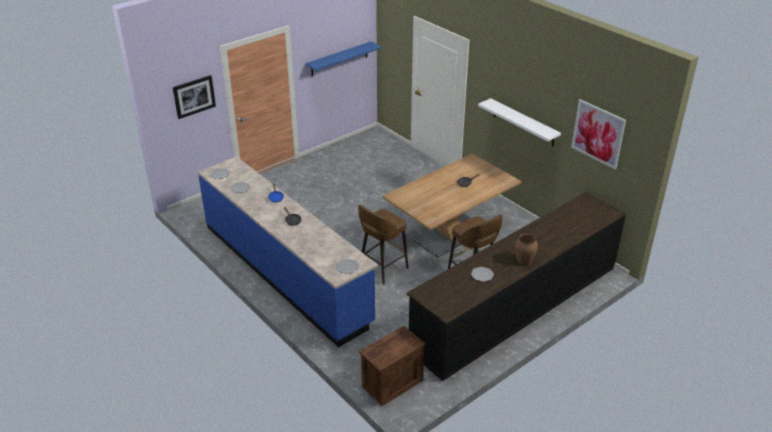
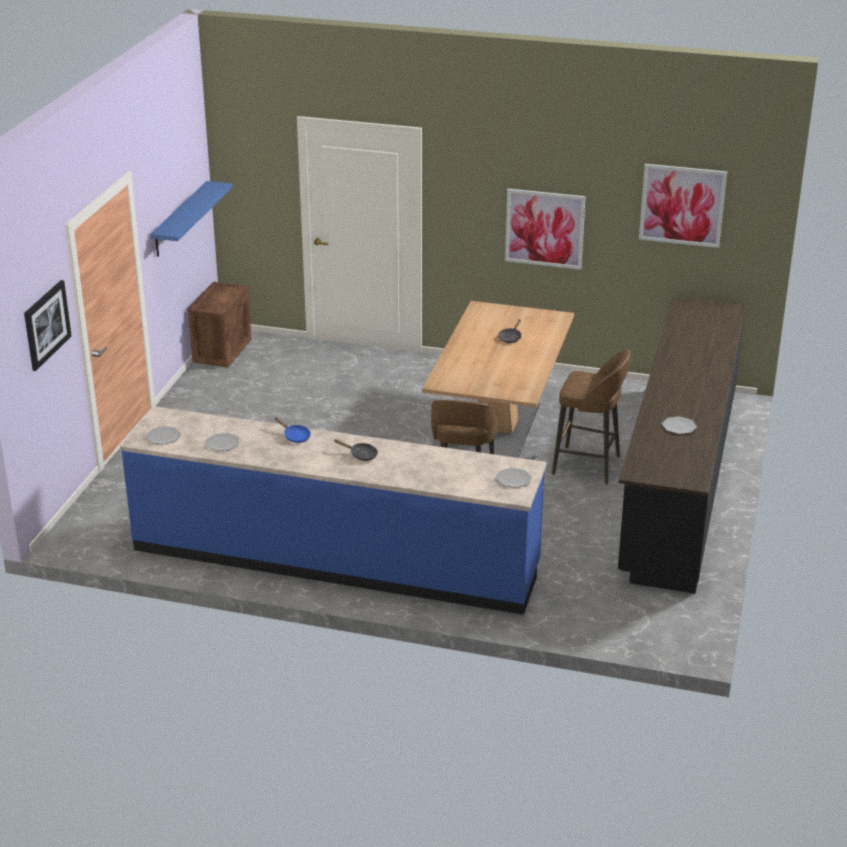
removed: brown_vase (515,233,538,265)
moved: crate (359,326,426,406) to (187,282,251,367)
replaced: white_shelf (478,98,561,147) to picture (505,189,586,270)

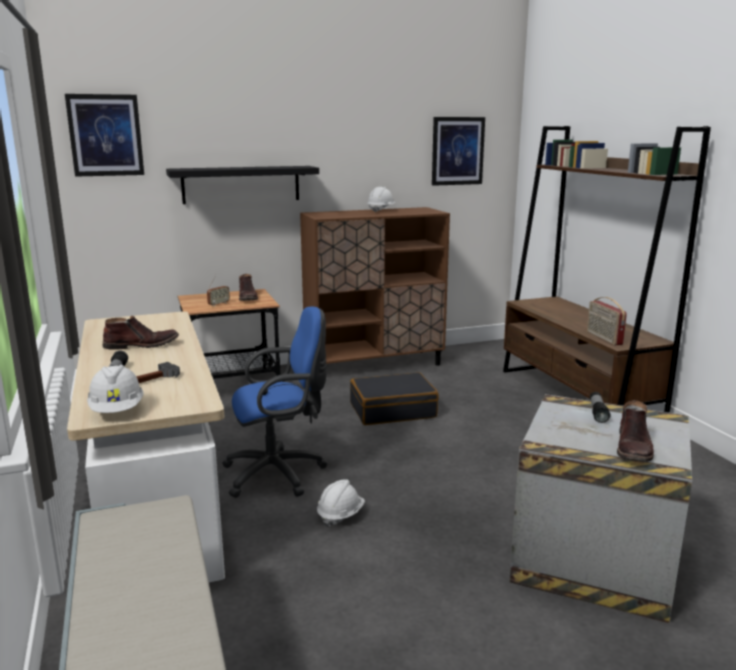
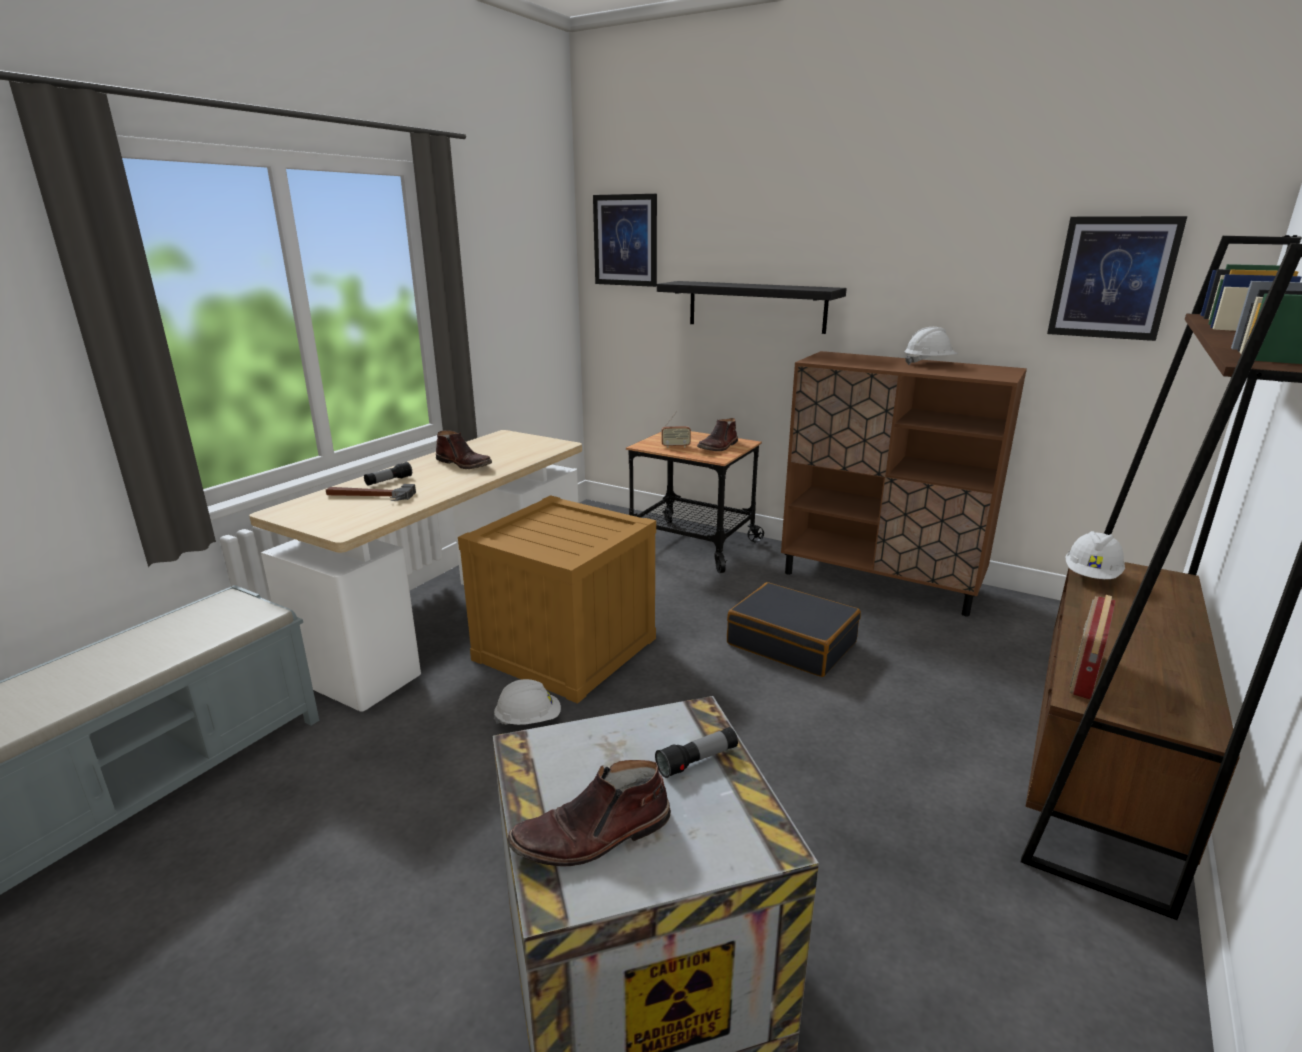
moved: white_hard_hat (87,365,144,413) to (1065,531,1125,579)
replaced: blue_office_chair (222,307,328,498) to crate (458,495,656,704)

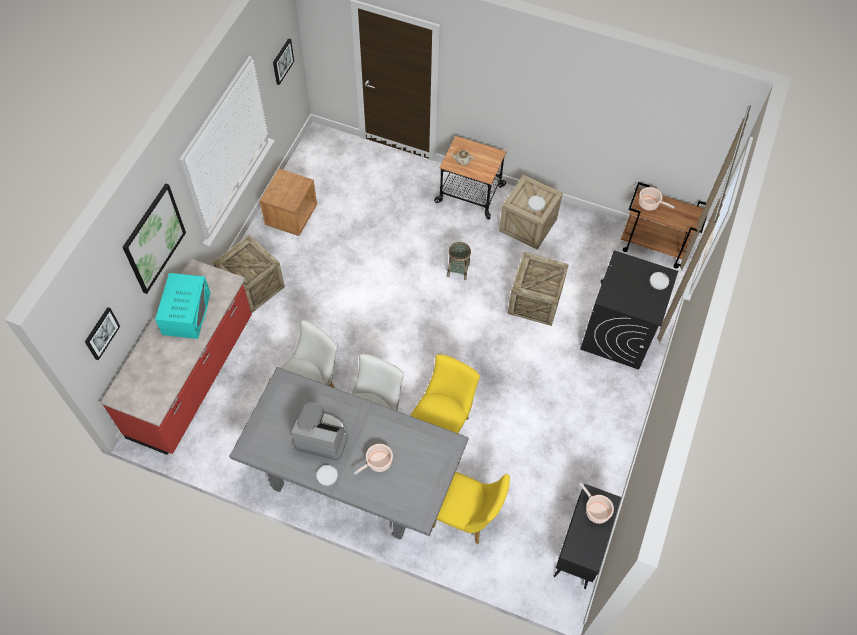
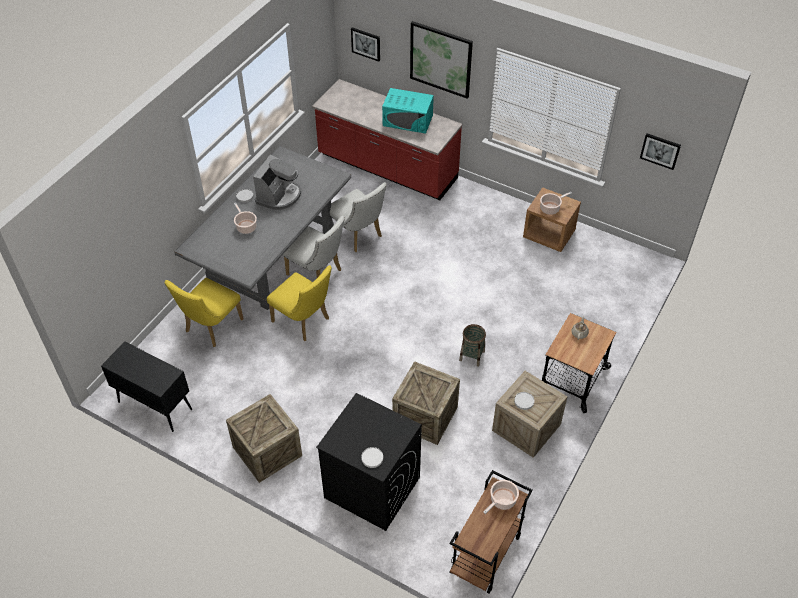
moved: crate (213,235,285,313) to (226,394,302,483); cooking_pot (579,483,614,524) to (540,192,572,215)

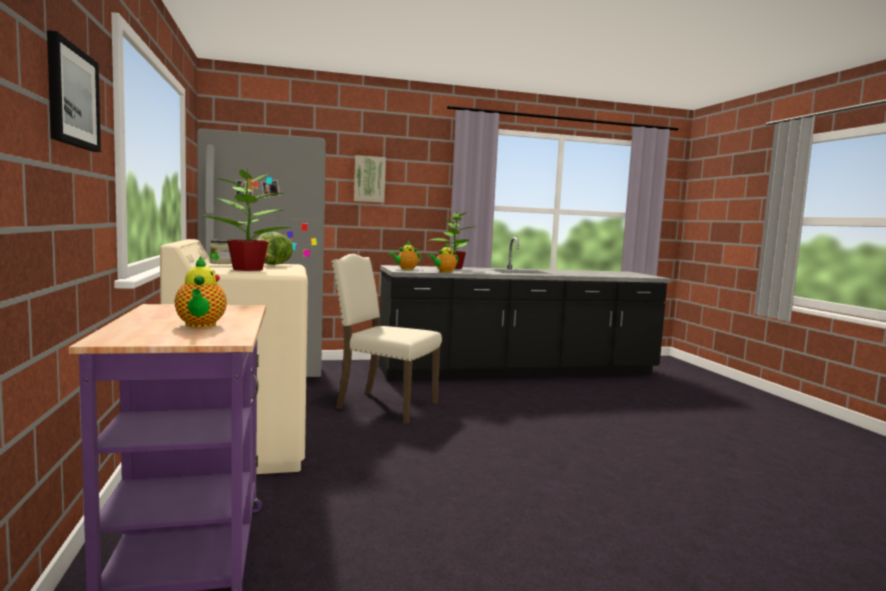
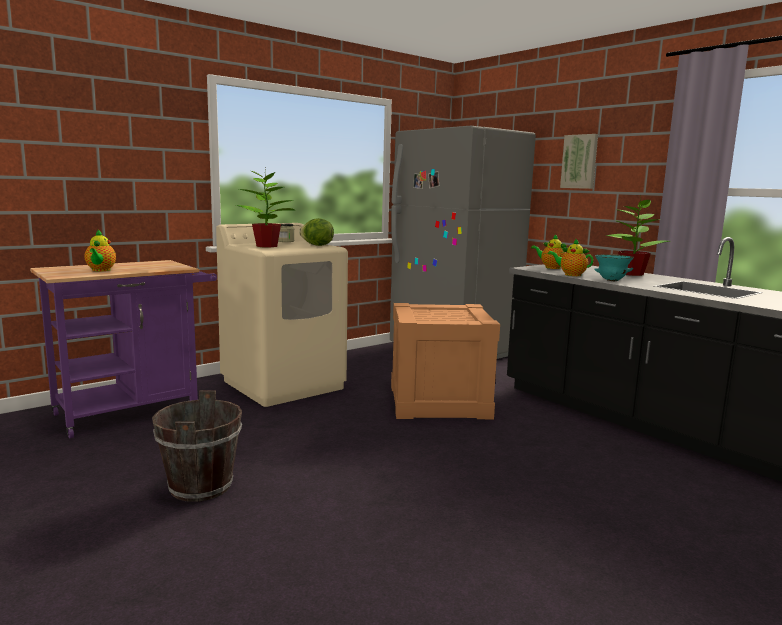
removed: picture (47,30,101,152)
added: brown_bucket (152,390,242,502); turquoise_bowl (594,254,634,281)
replaced: beige_chair (331,254,442,424) to crate (391,303,500,419)
turned: teapot (175,256,227,328) = (85,230,116,271) 60 degrees counterclockwise

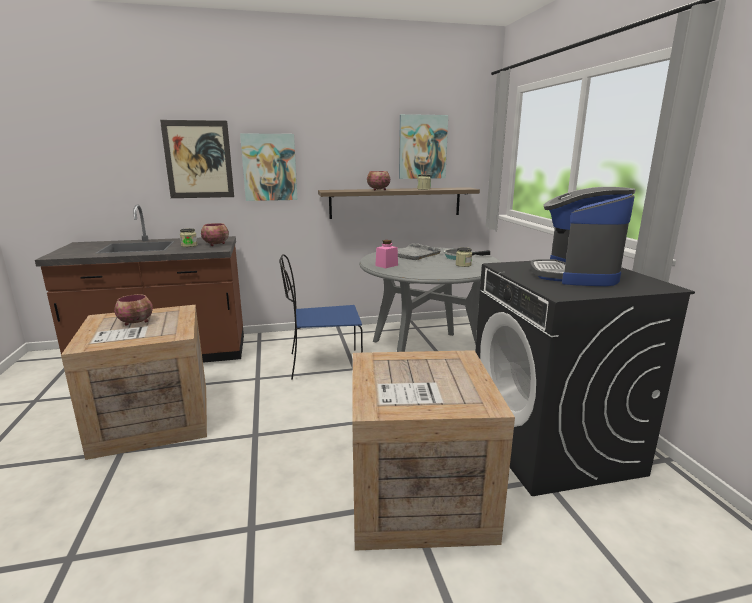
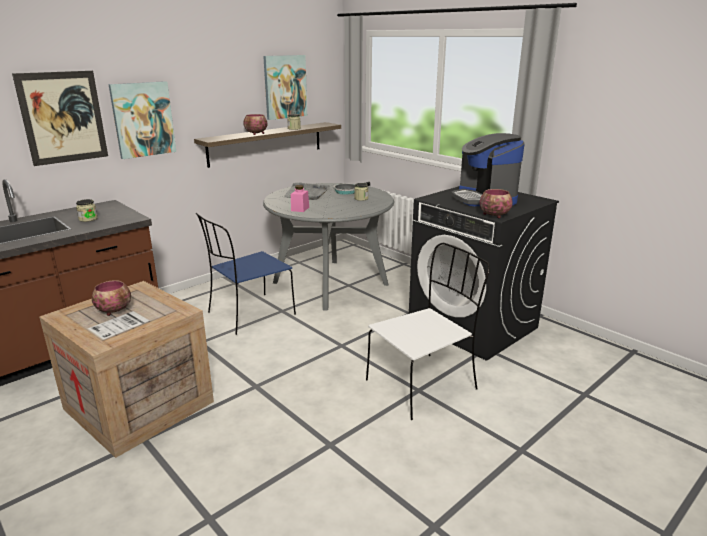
moved: bowl (201,223,229,246) to (479,189,513,218)
replaced: crate (352,350,515,551) to white_chair (366,243,490,420)

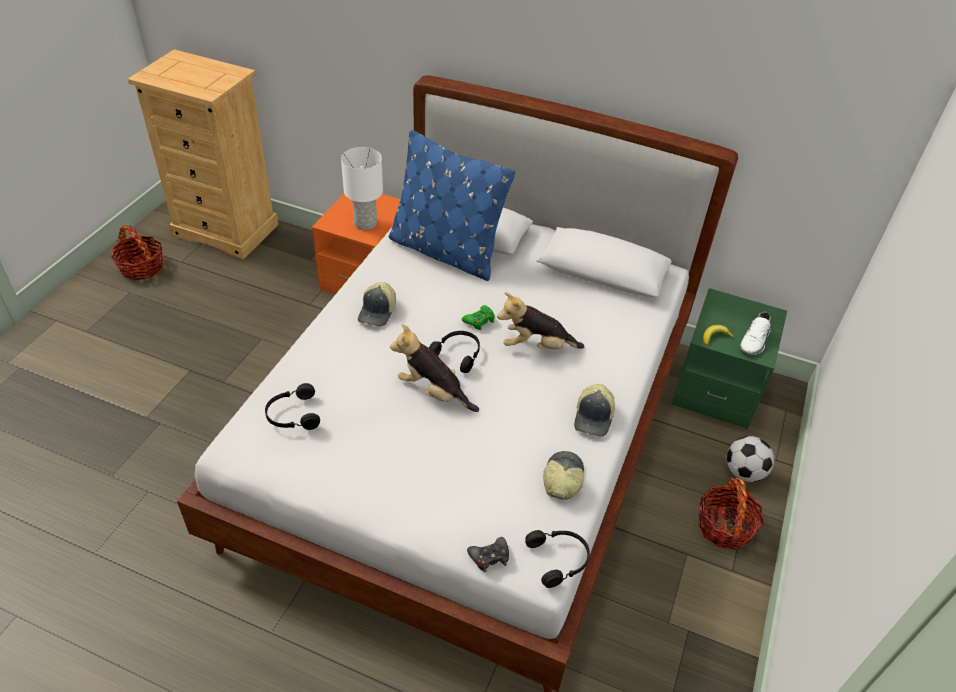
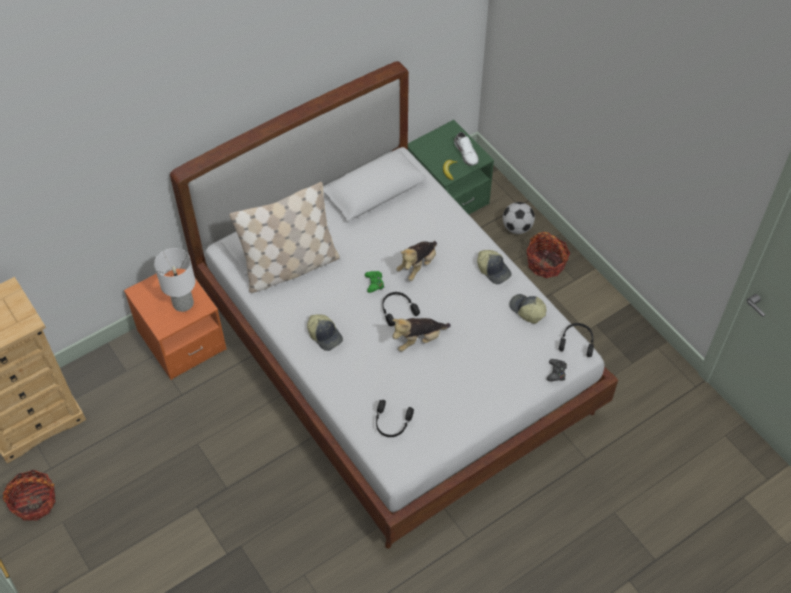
recoloured: blue_pillow (389,130,515,281) to beige_pillow (229,182,340,293)

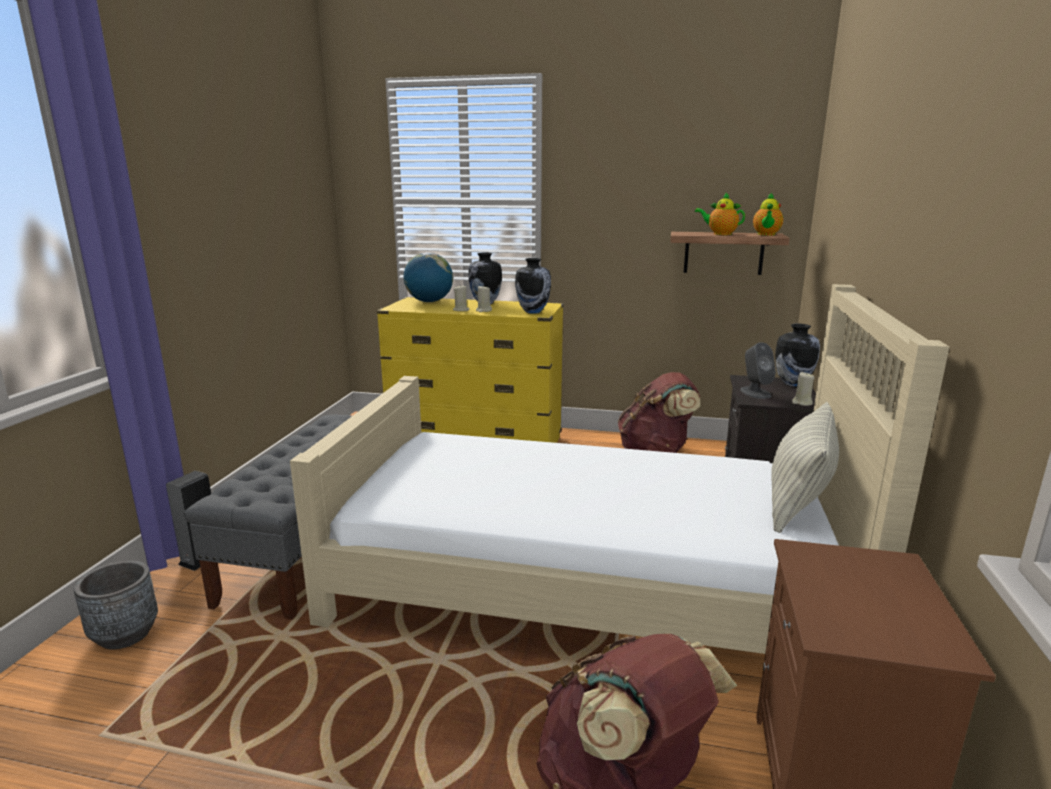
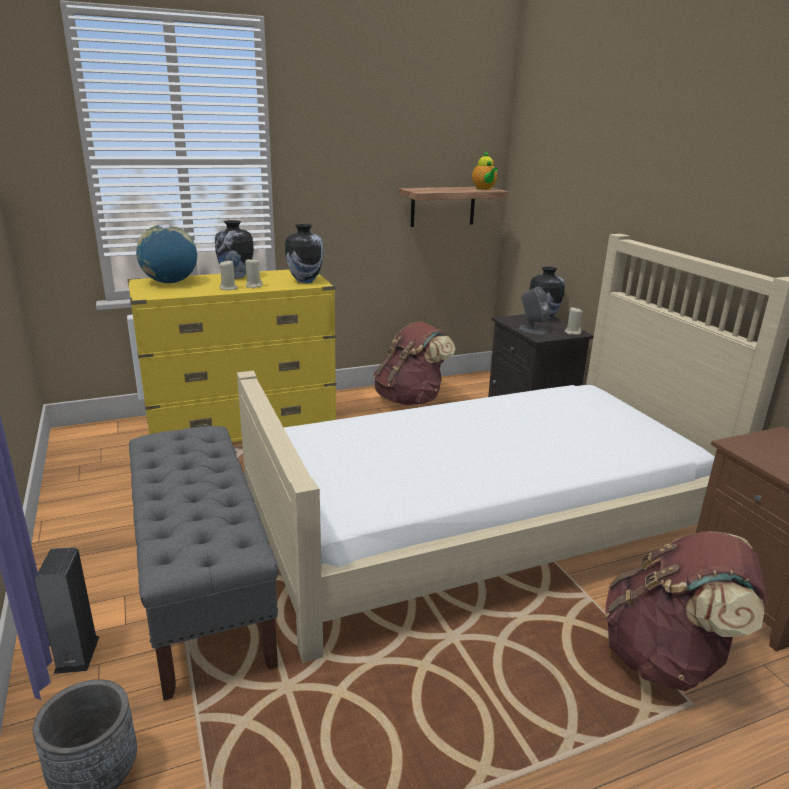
removed: teapot (695,193,745,235); pillow (771,402,839,533)

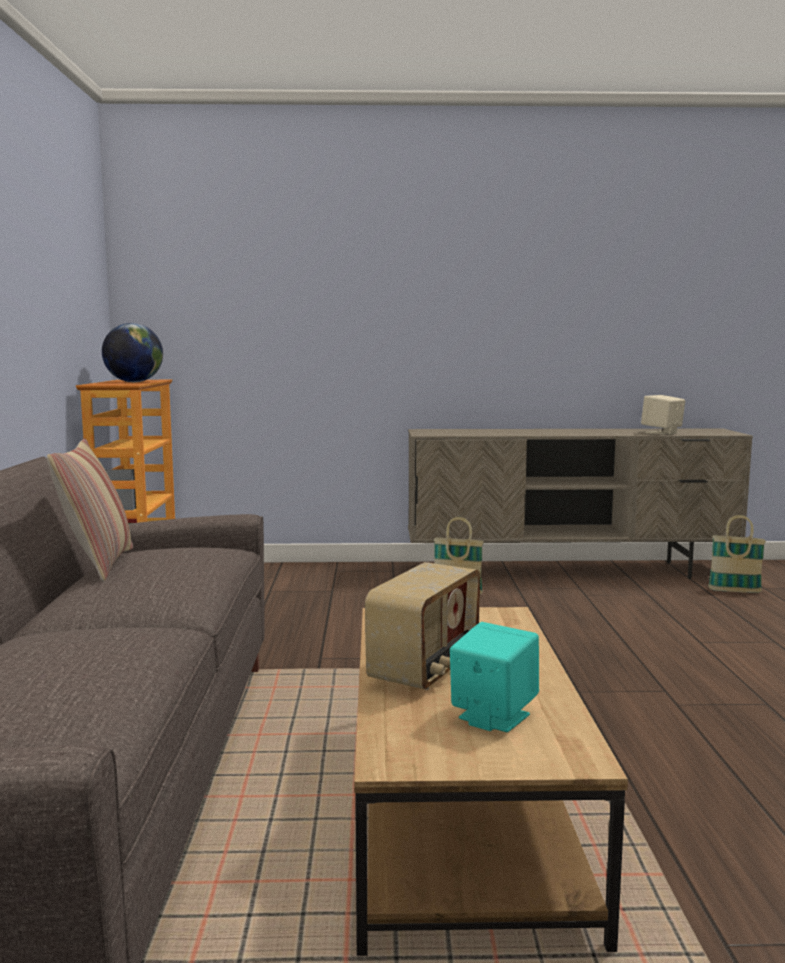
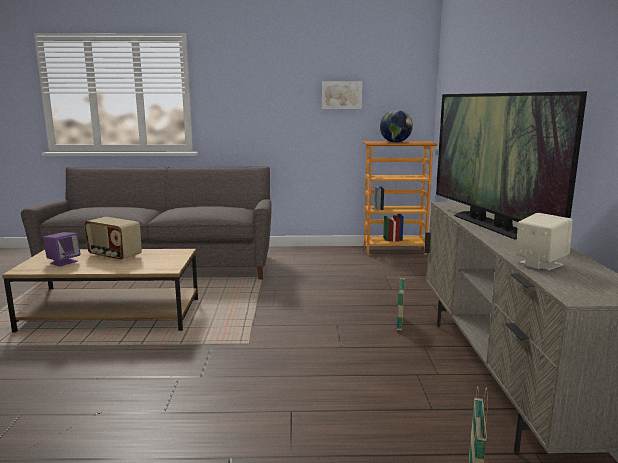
removed: pillow (47,438,133,582)
added: picture (322,81,363,109); television (436,91,587,240)
recoloured: turquoise_speaker (450,622,539,732) to purple_speaker (43,232,81,267)

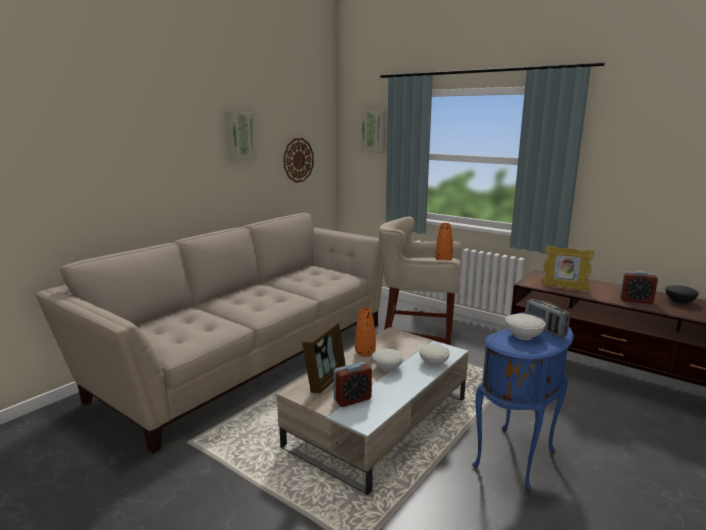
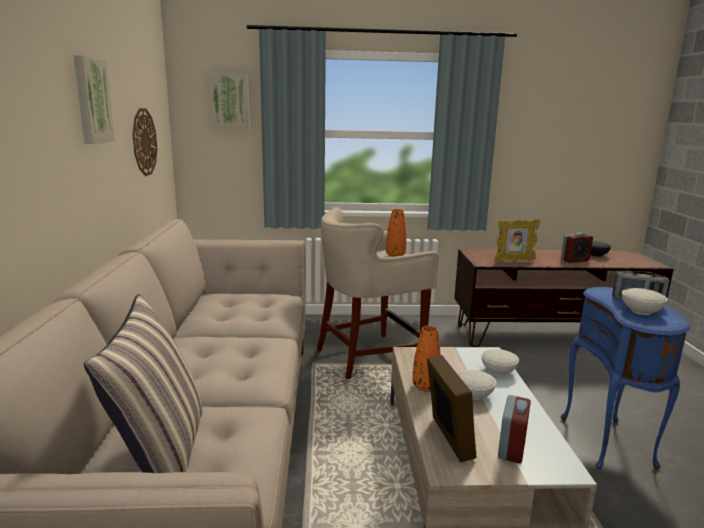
added: pillow (84,294,203,473)

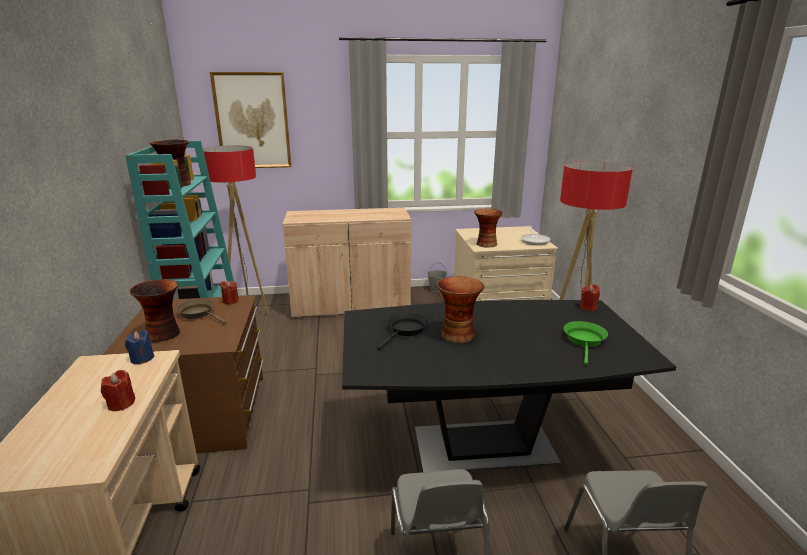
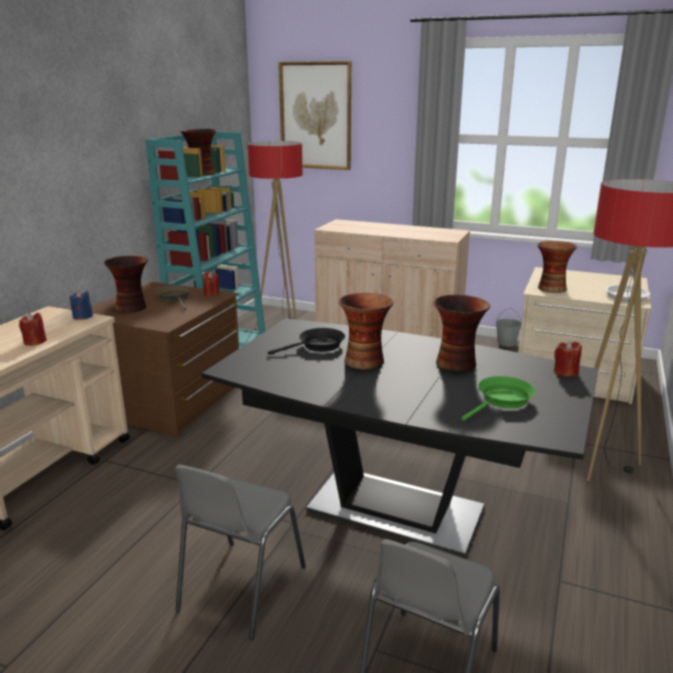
added: vase (434,294,490,372)

